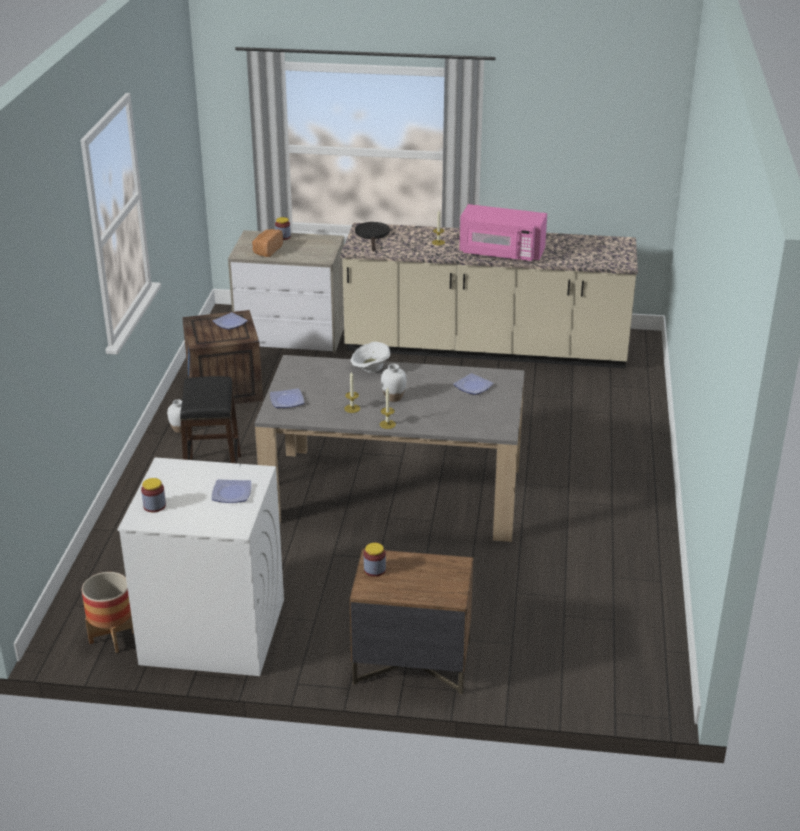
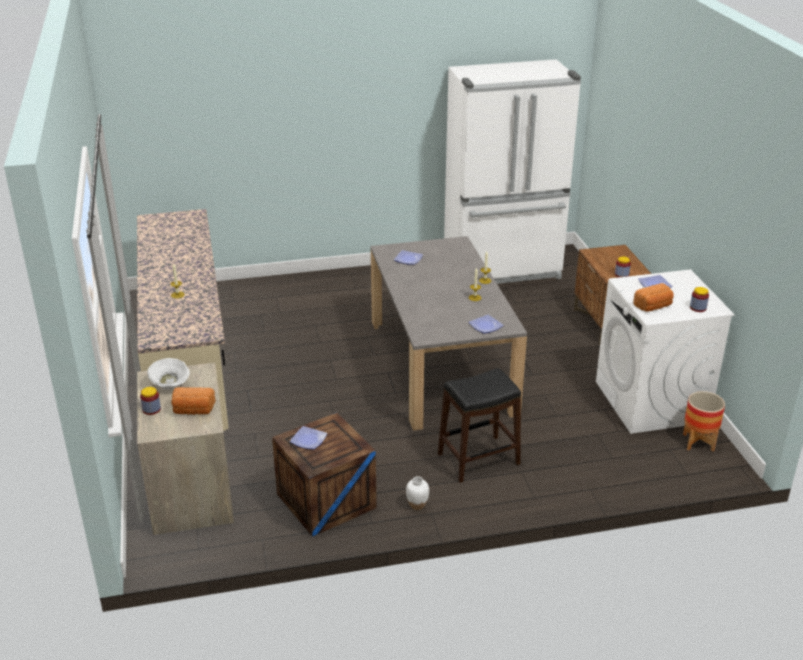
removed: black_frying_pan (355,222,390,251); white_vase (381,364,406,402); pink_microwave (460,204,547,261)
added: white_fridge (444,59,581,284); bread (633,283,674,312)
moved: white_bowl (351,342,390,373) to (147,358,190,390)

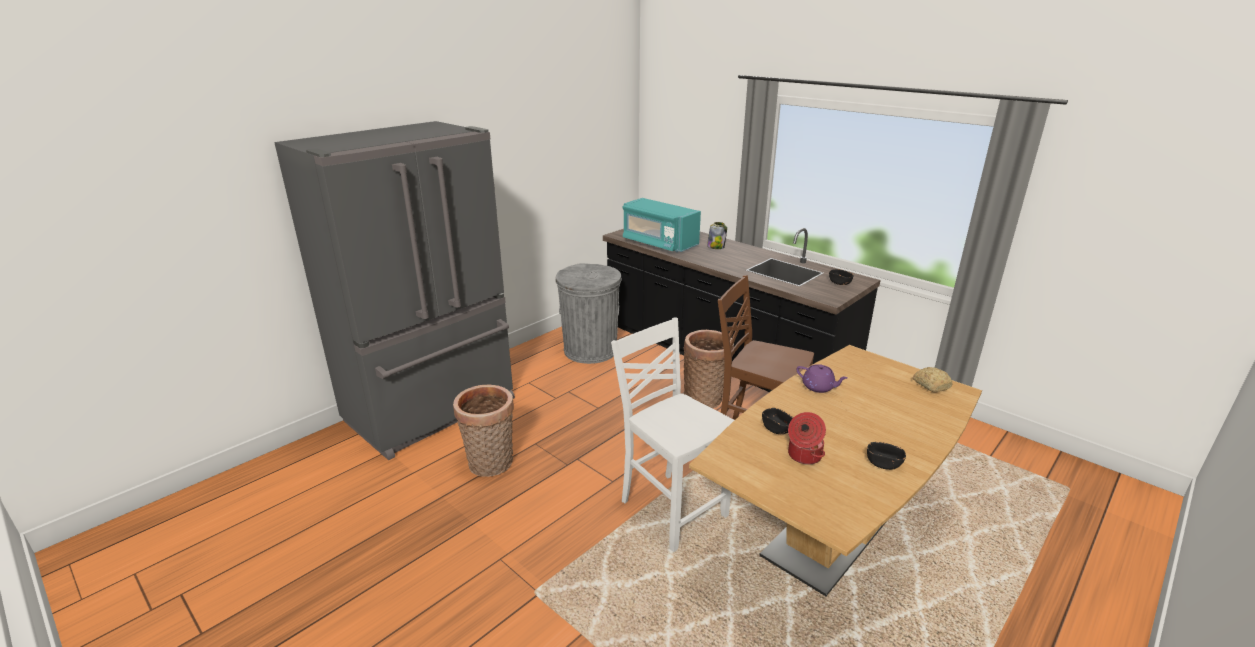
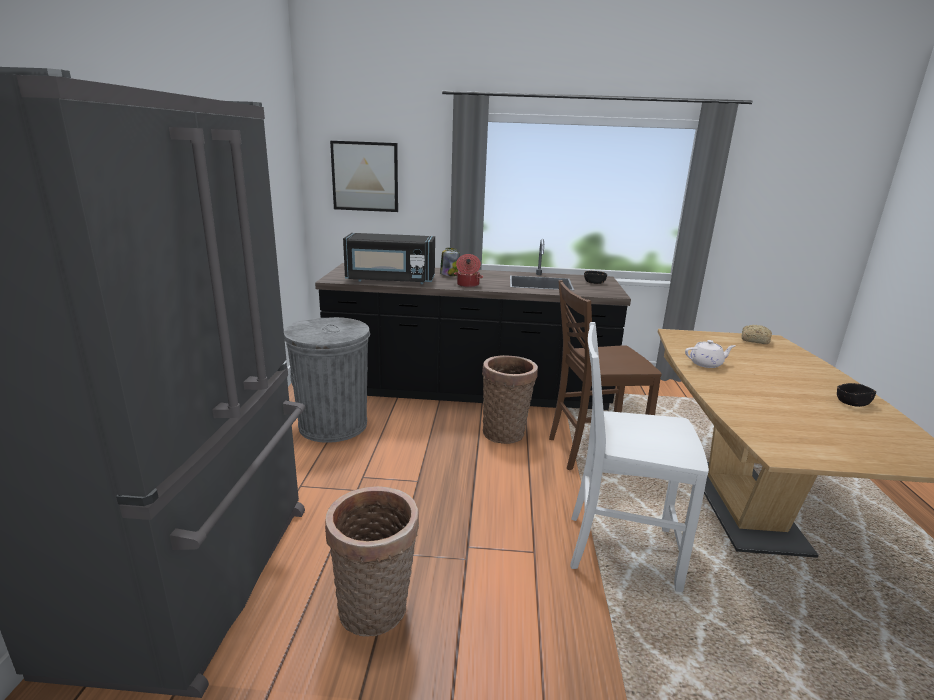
removed: black_bowl (762,408,793,434)
added: picture (330,141,398,212)
moved: cooking_pot (788,412,826,465) to (454,254,483,287)
recoloured: turquoise_microwave (623,198,701,252) to black_microwave (343,233,435,284); purple_teapot (796,364,848,393) to white_teapot (685,340,735,368)

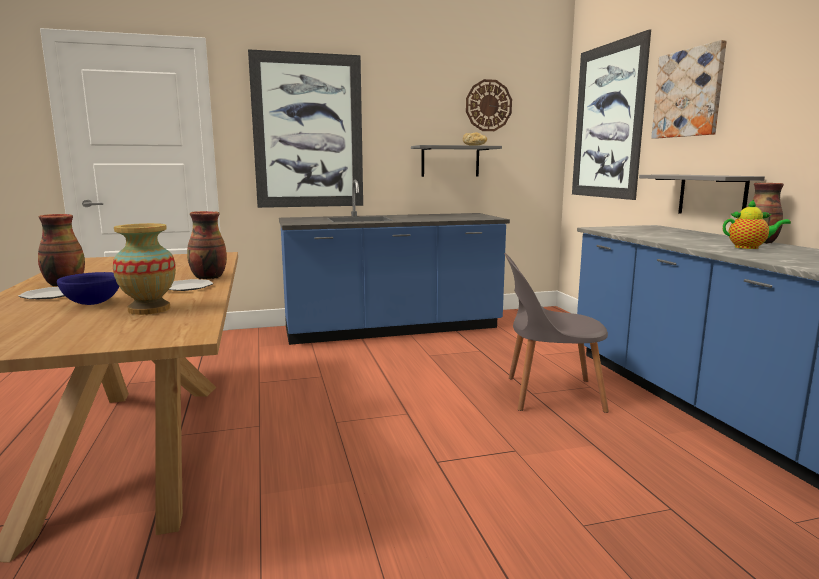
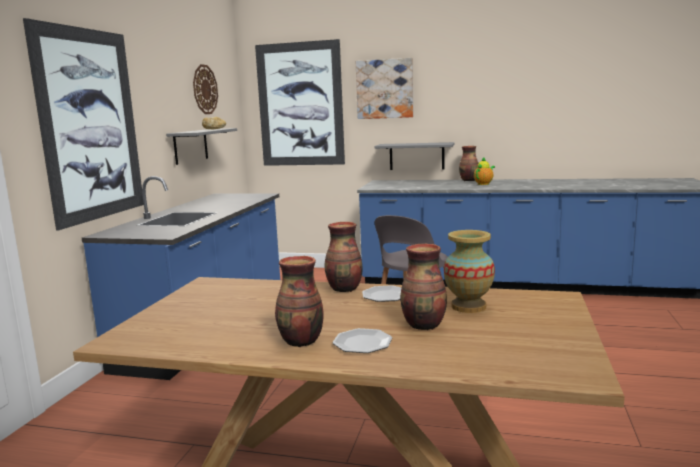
replaced: blue_bowl (57,272,119,305) to vase (400,244,447,330)

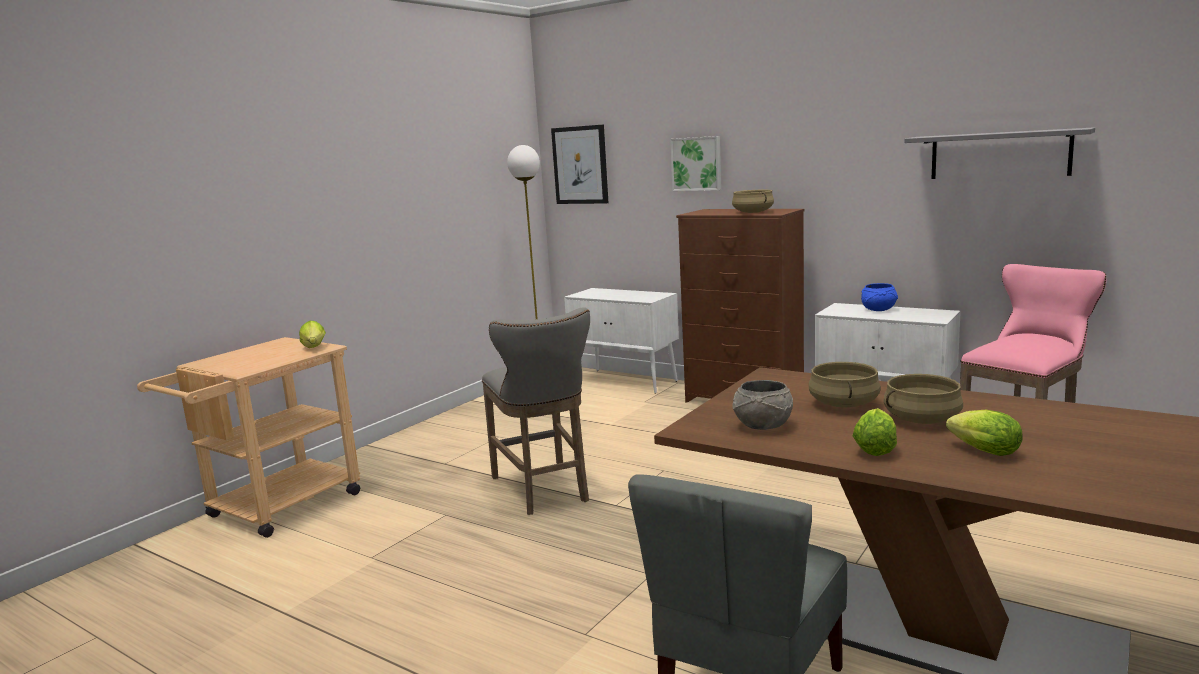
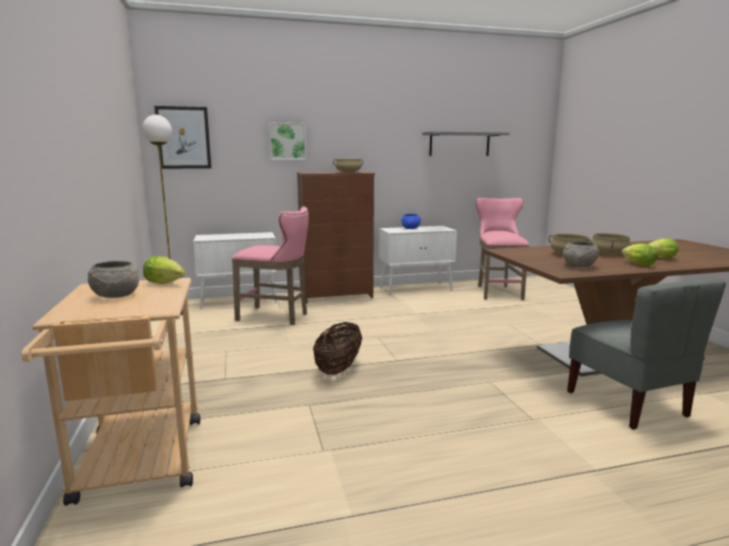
added: grey_bowl (88,261,139,298); pink_stool (232,206,309,325)
replaced: grey_stool (482,307,590,515) to basket (313,322,362,375)

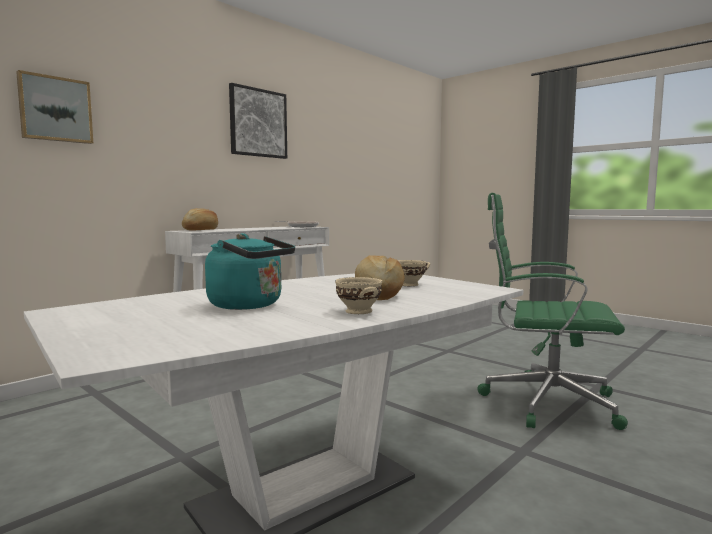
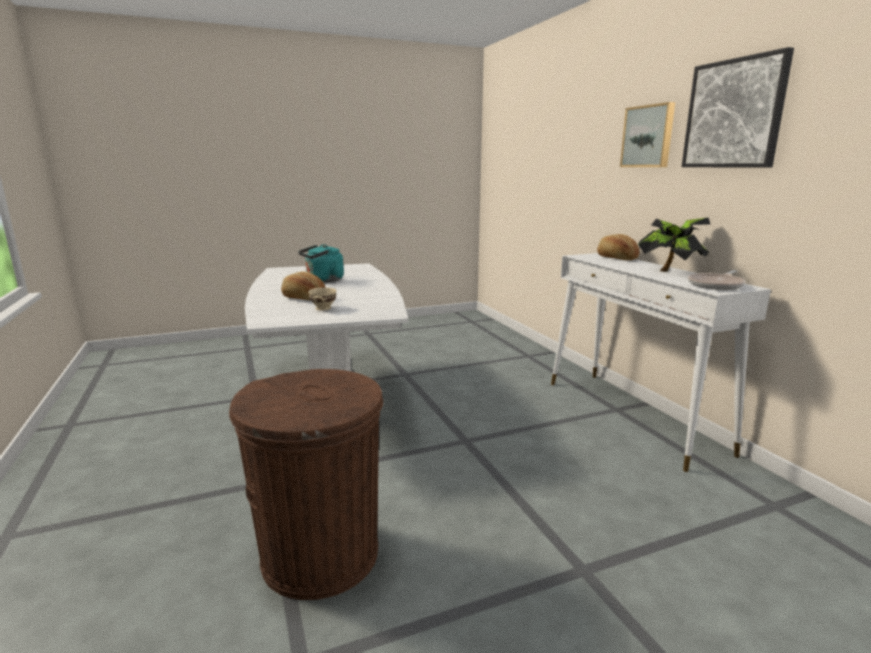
removed: beige_bowl (335,277,382,314)
added: potted_plant (638,218,710,272)
moved: picture (16,70,93,144) to (620,102,675,167)
replaced: green_office_chair (477,193,628,430) to brown_trash_can (229,369,383,600)

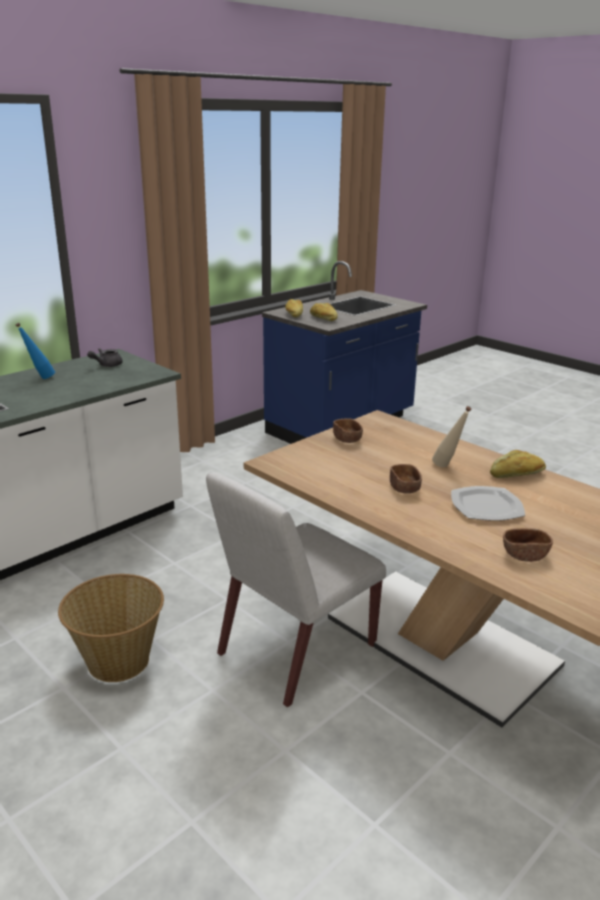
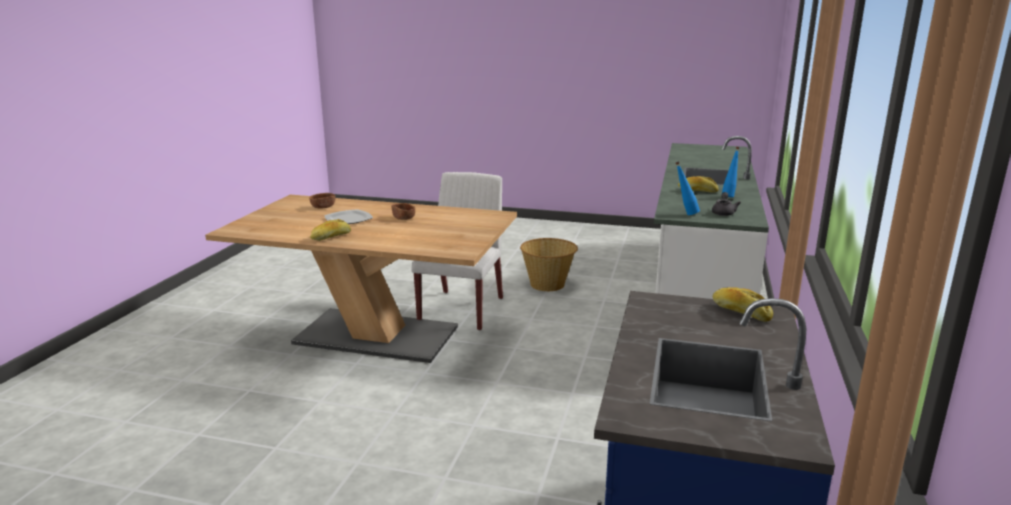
removed: brown_bowl (333,418,363,443); beige_bottle (432,406,471,467)
added: blue_bottle (676,161,700,215)
moved: bread (310,303,338,321) to (678,176,719,193)

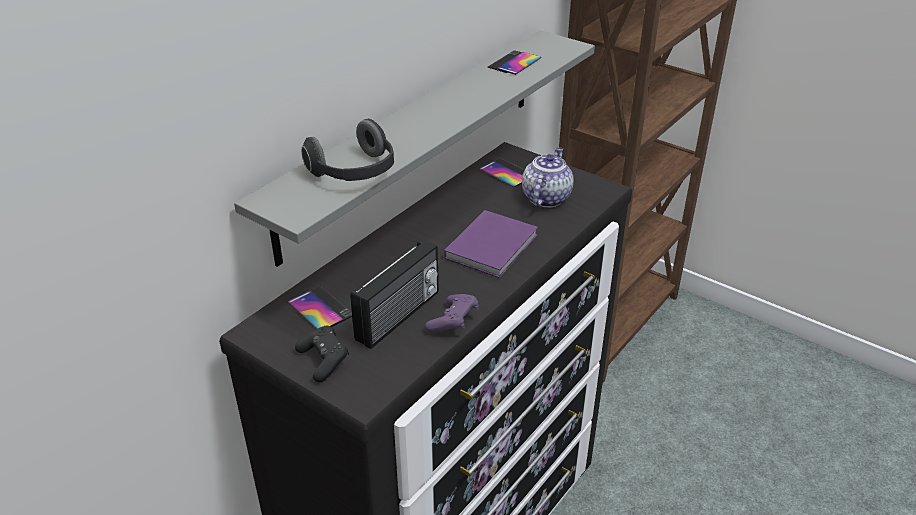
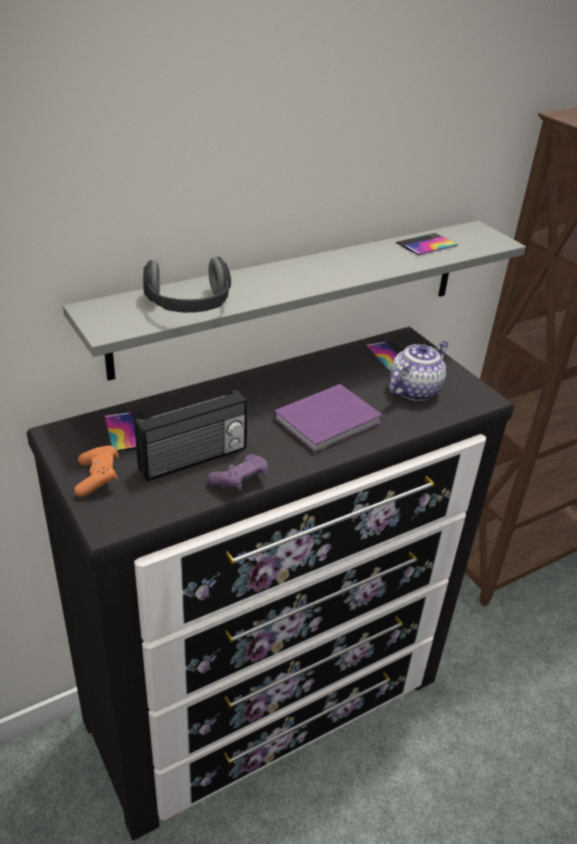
recoloured: black_game_controller (295,326,349,382) to orange_game_controller (74,446,119,497)

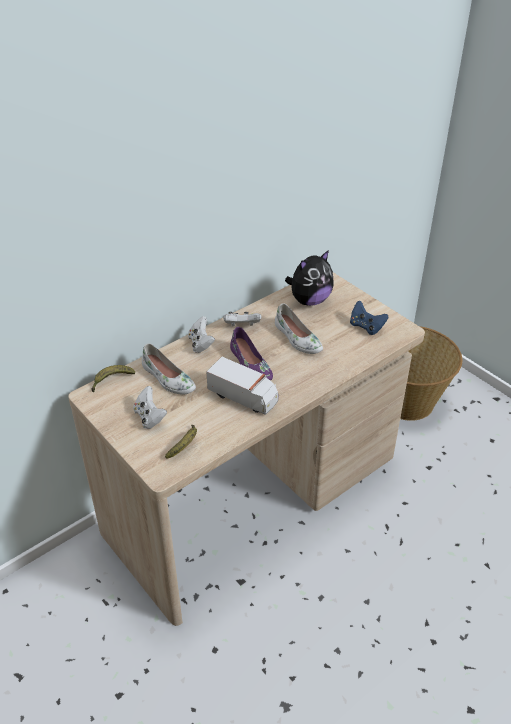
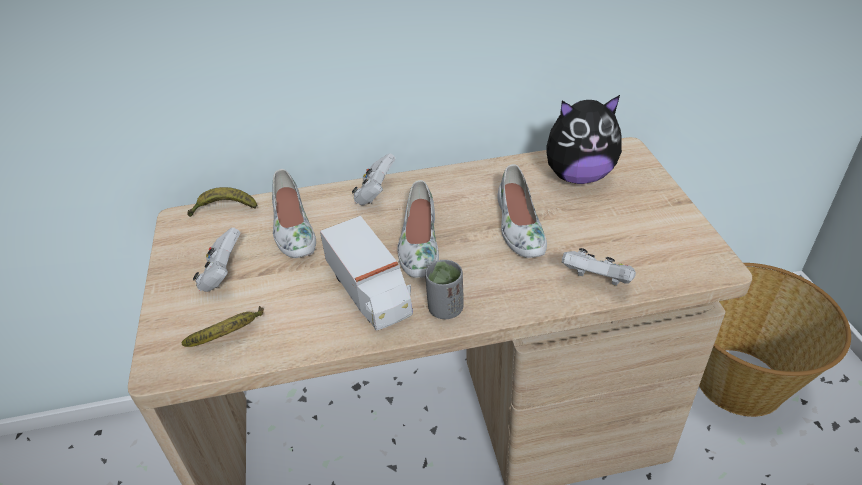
removed: blue_game_controller (350,301,389,335)
added: grey_cup (425,260,464,319)
moved: white_game_controller (223,312,262,326) to (562,248,636,286)
recoloured: purple_shoe (230,327,273,381) to white_shoe (397,180,439,278)

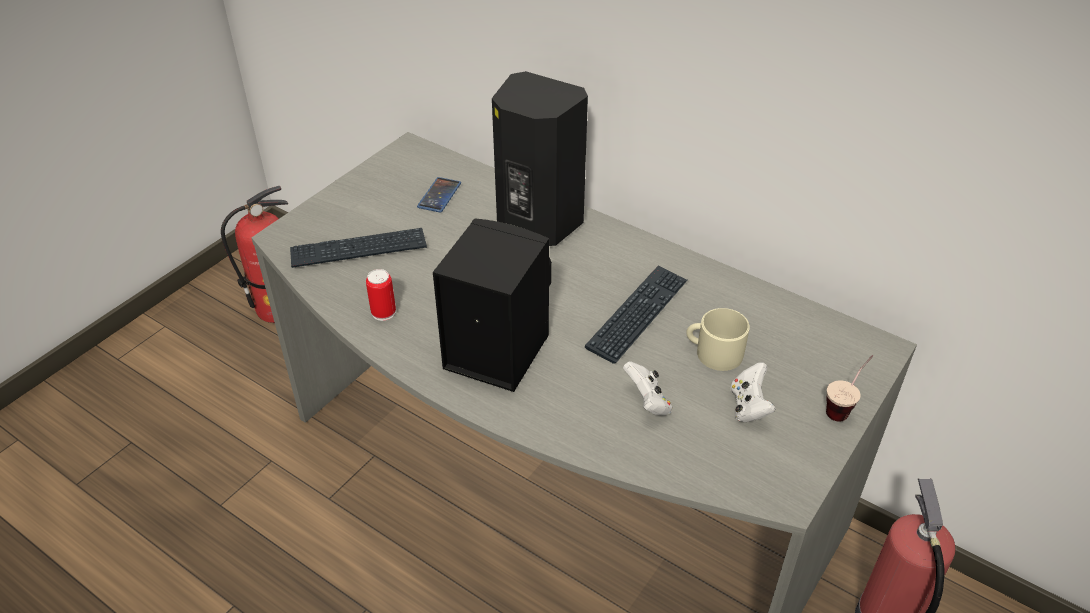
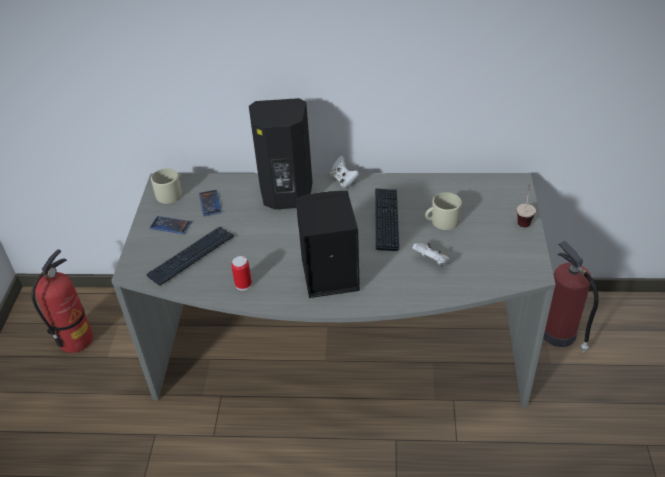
added: phone (150,216,191,234); beige_mug (151,168,182,204)
moved: white_game_controller (731,362,776,422) to (330,156,360,188)

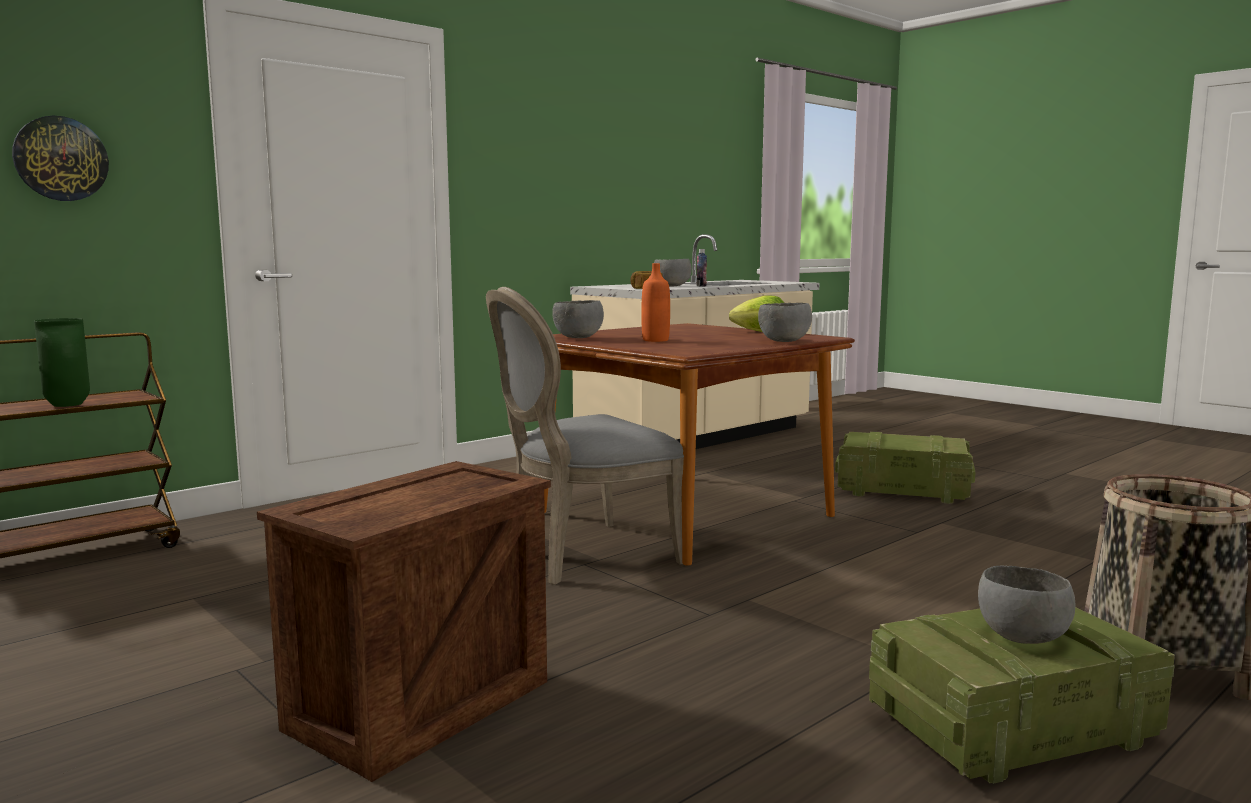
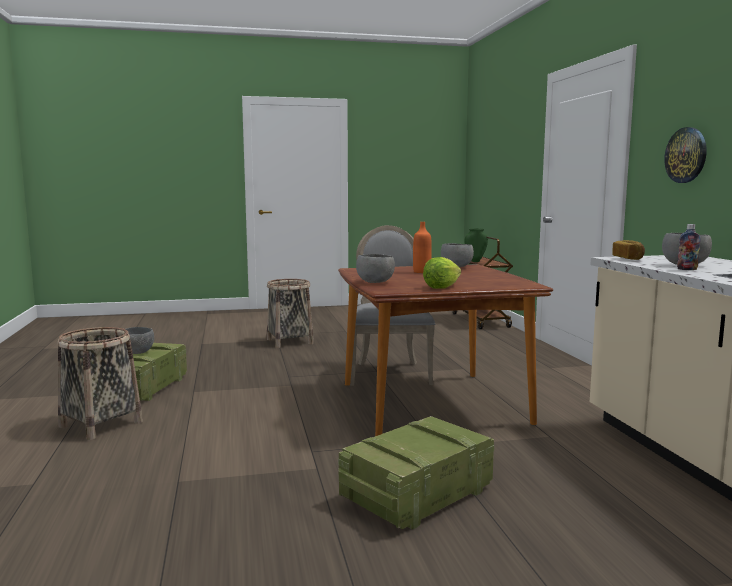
moved: wall_clock (12,116,109,201) to (664,127,707,183)
replaced: crate (257,461,551,782) to basket (267,279,314,348)

